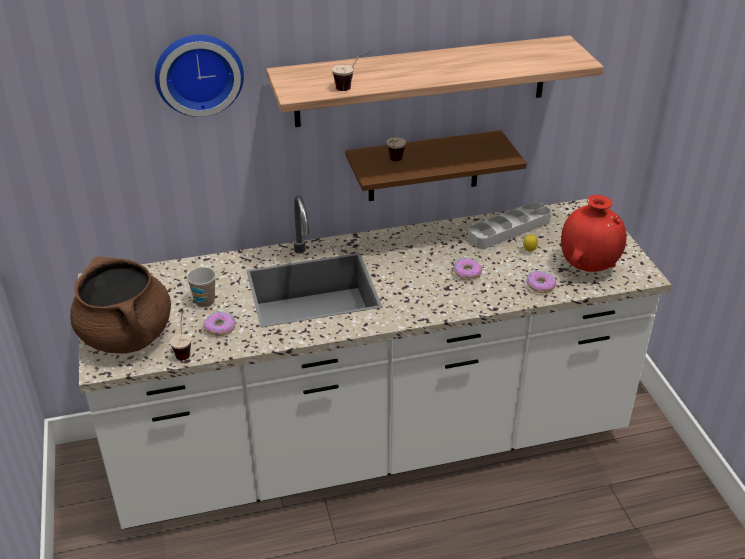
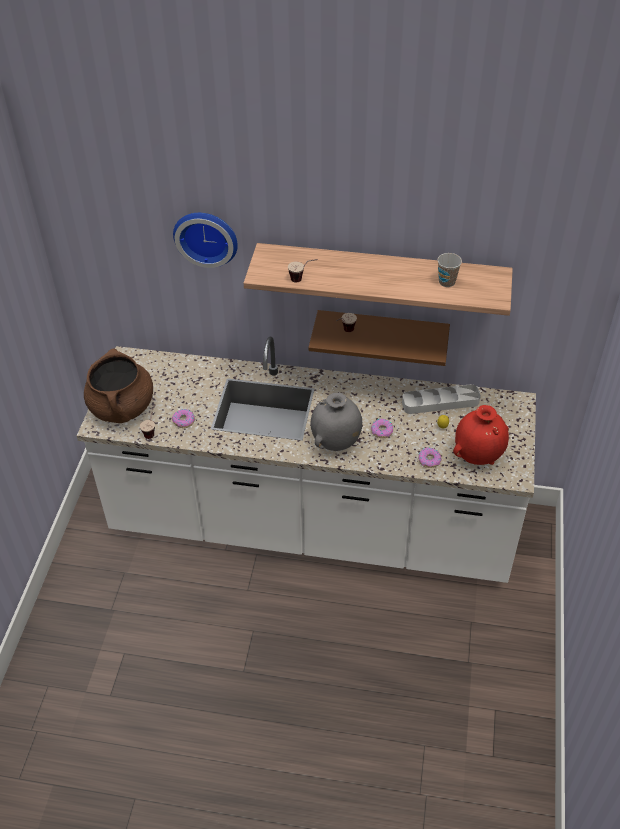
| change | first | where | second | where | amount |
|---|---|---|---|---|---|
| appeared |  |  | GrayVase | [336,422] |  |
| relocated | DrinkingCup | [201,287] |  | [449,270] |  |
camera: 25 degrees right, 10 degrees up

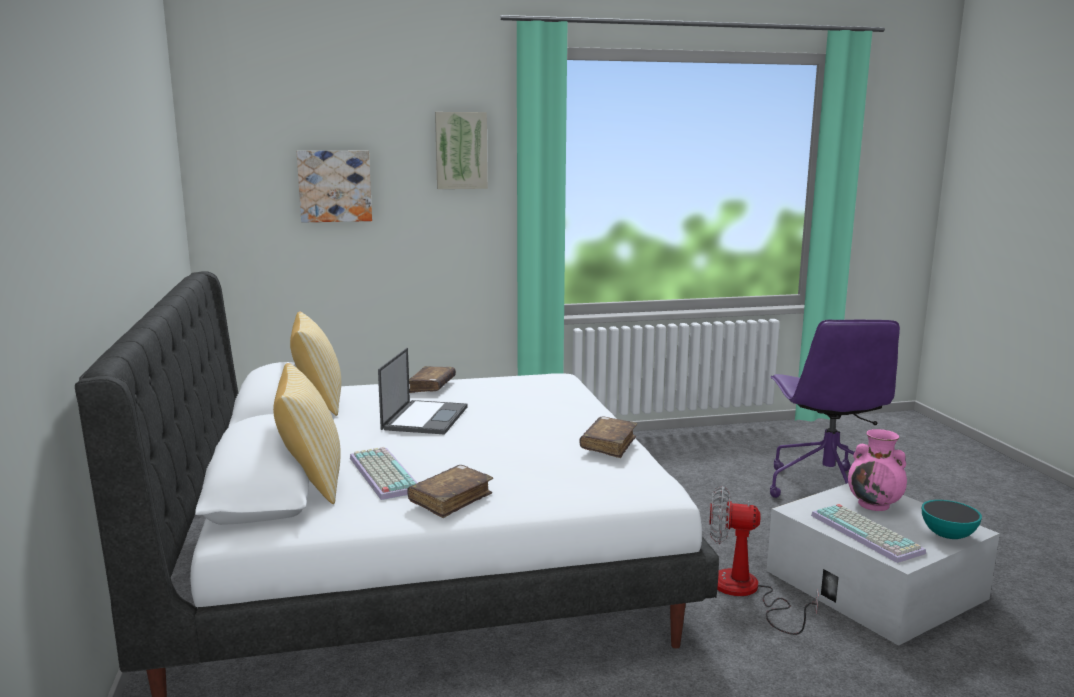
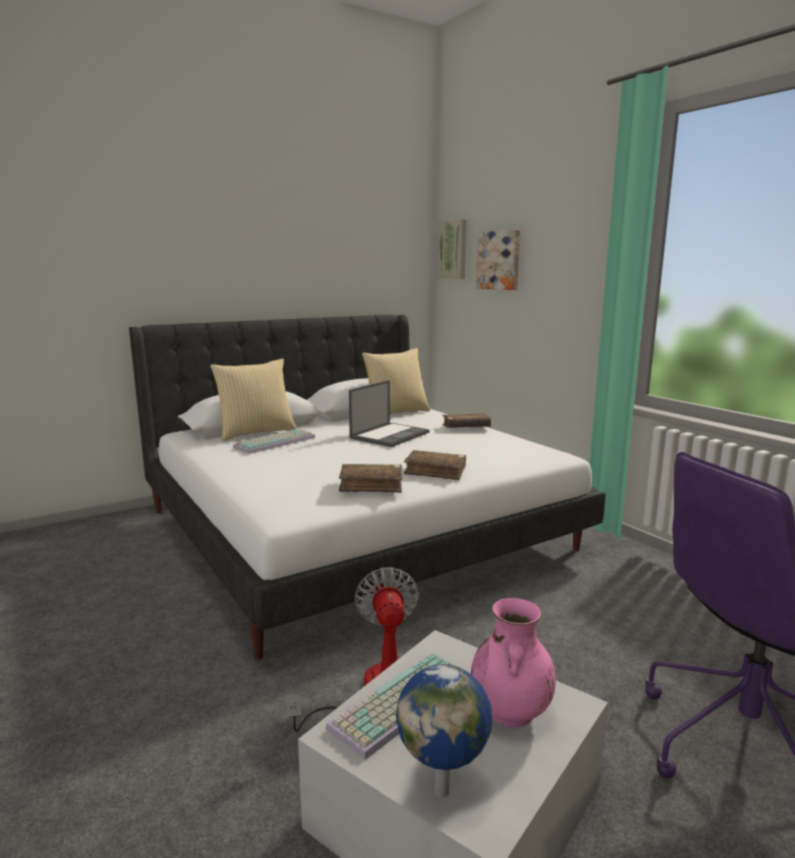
| change | first | where | second | where | amount |
|---|---|---|---|---|---|
| spun | PortableComputer | [422,391] |  | [389,413] | 45 degrees counterclockwise |
| exchanged | Bowl | [952,519] | WorldGlobe | [444,731] |  |
| relocated | BrownishBoundBook | [450,491] |  | [435,465] |  |
| relocated | WallArt | [461,150] |  | [452,249] |  |
camera: 70 degrees right, 0 degrees up

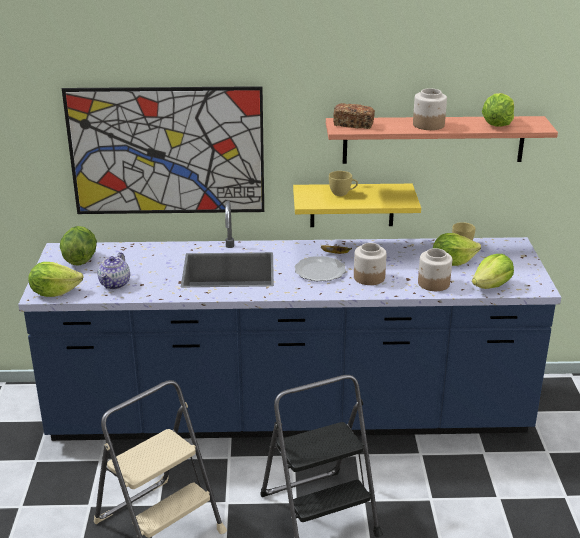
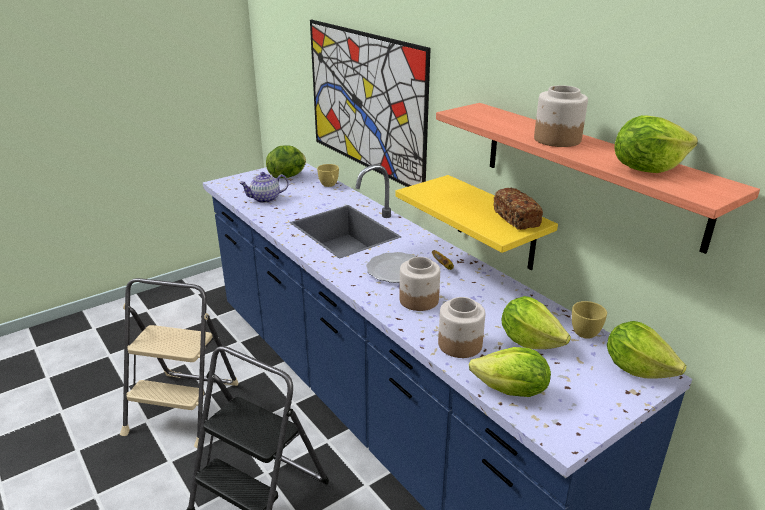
| change | first | where | second | where | amount |
|---|---|---|---|---|---|
| relocated | YellowishDrinkingCup | [343,183] |  | [328,175] |  |
| relocated | BakeryBread | [354,116] |  | [518,209] |  |
| relocated | Lettuce | [55,279] |  | [647,350] |  |
camera: 55 degrees right, 0 degrees up

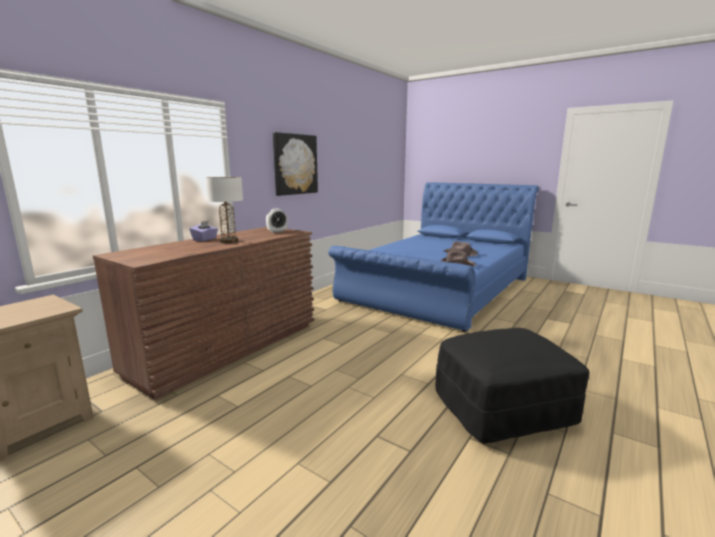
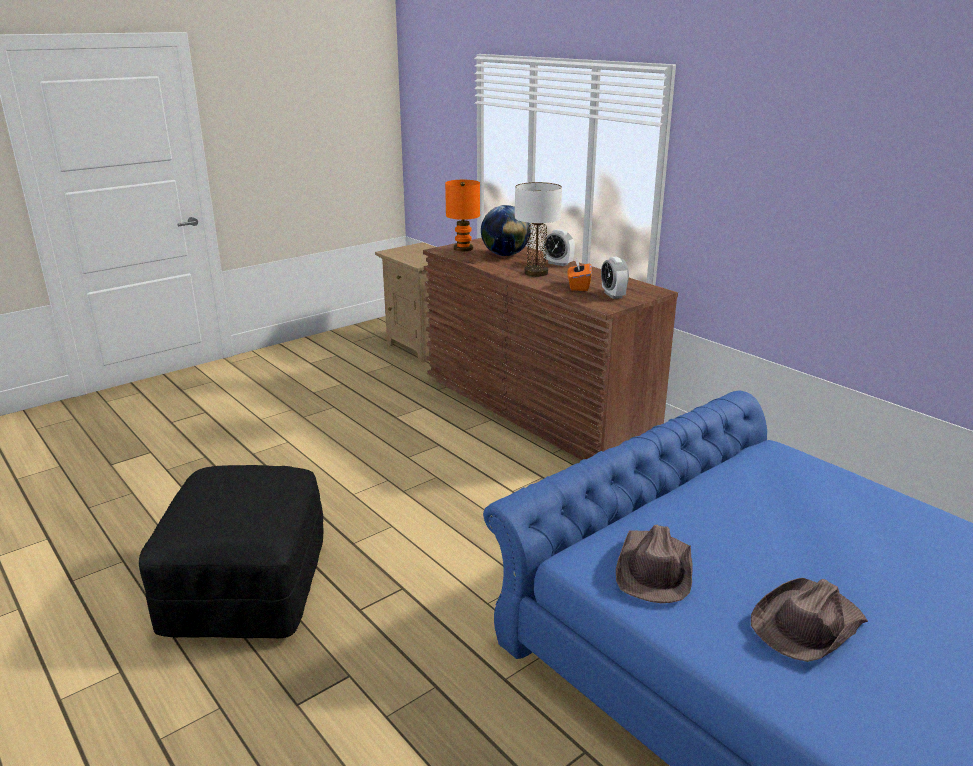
| change | first | where | second | where | amount |
|---|---|---|---|---|---|
| appeared |  |  | OrangeColouredTableLamp | [462,215] |  |
| appeared |  |  | WorldGlobe | [506,230] |  |
| exchanged | PurpleBoxOfTissues | [203,231] | BedsideClock | [559,247] |  |
| appeared |  |  | OrangeColouredBoxOfTissues | [580,274] |  |
| missing | WallArt | [295,164] |  |  |  |
camera: 105 degrees right, 10 degrees up

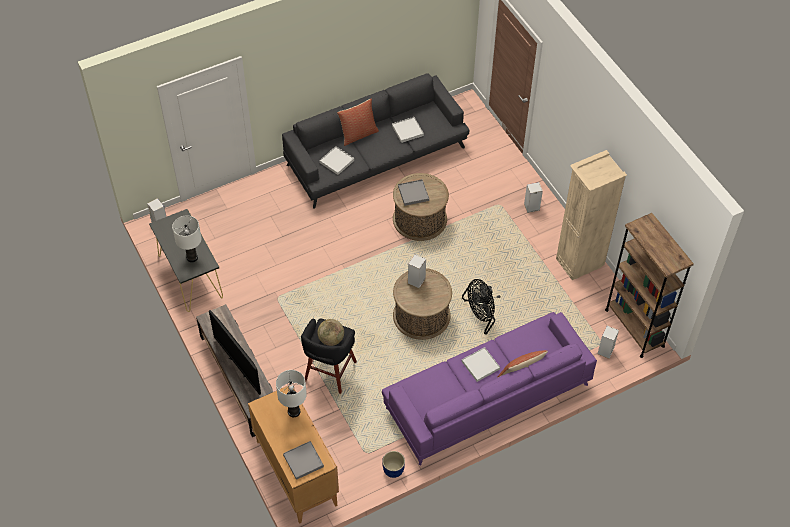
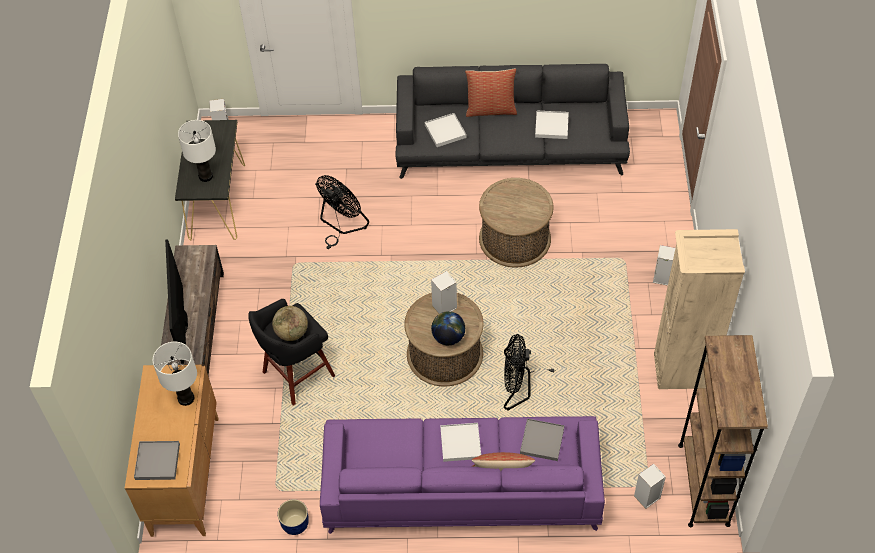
| change | first | where | second | where | amount |
|---|---|---|---|---|---|
| appeared |  |  | BlackFan | [342,212] |  |
| appeared |  |  | WorldGlobe | [448,328] |  |
| relocated | GrayCarryingTray | [413,192] |  | [542,440] |  |
camera: 30 degrees right, 0 degrees up

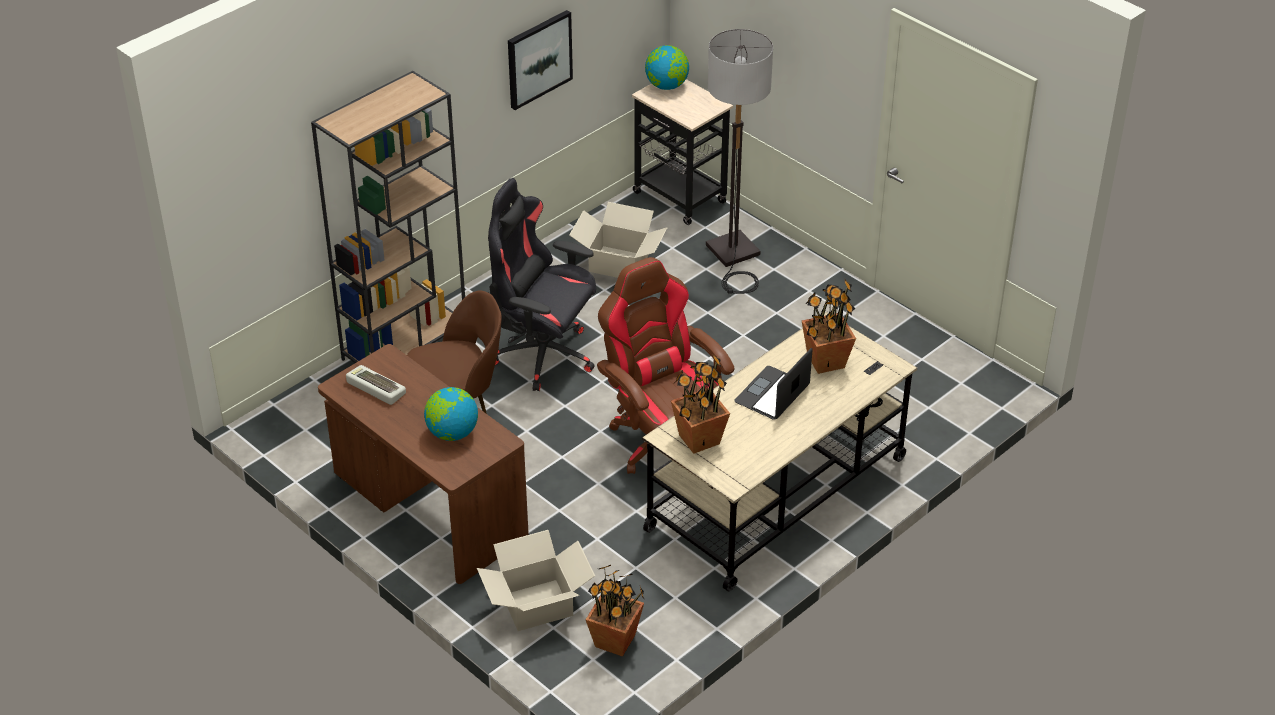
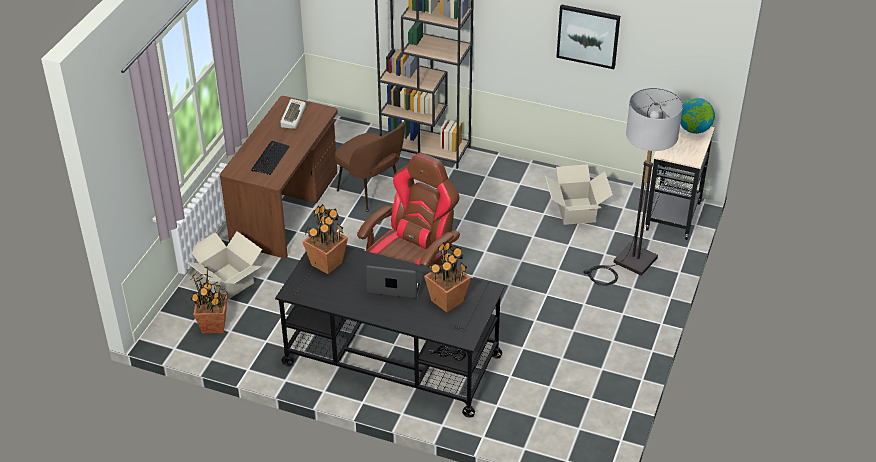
| change | first | where | second | where | amount |
|---|---|---|---|---|---|
| exchanged | WorldGlobe | [451,414] | ComputerKeyboard | [270,158] |  |
| colour | BeigeDeskTable | [779,451] | BlackDeskTable | [389,332] |  |
| missing | BlackOfficeChair | [542,284] |  |  |  |
camera: 65 degrees right, 0 degrees up

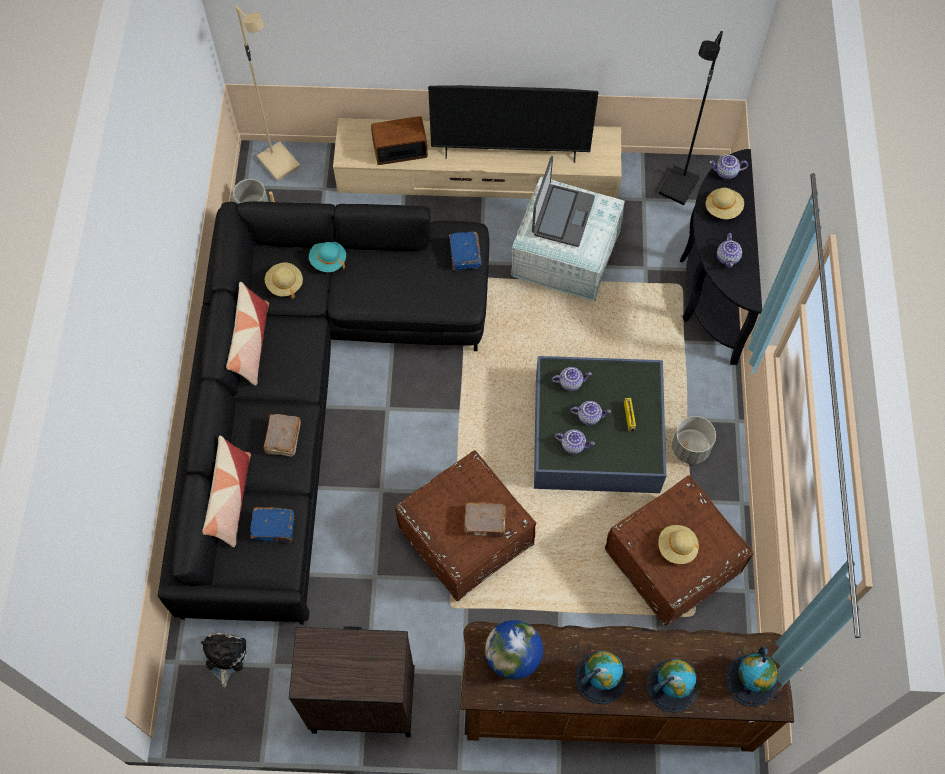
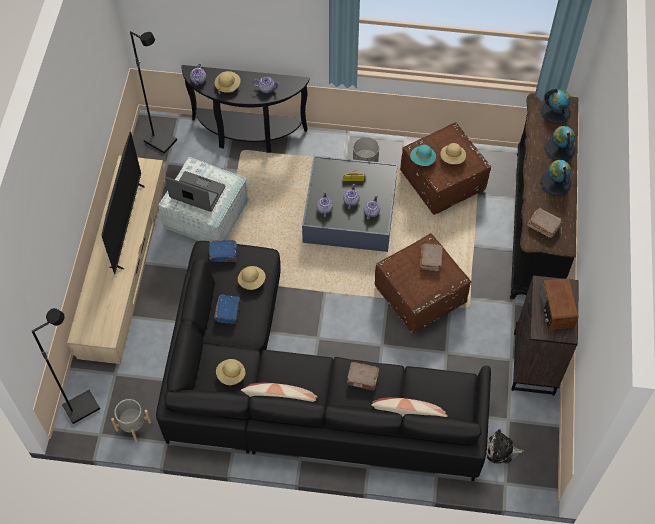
| change | first | where | second | where | amount |
|---|---|---|---|---|---|
| colour | BeigeStandardLamp | [268,93] | BlackStandardLamp | [65,366] |  |
| relocated | BlueColouredBoundBook | [272,525] |  | [227,309] |  |
| appeared |  |  | BeigeHat | [252,278] |  |
| relocated | BlueGreenHat | [327,257] |  | [423,155] |  |
| exchanged | WorldGlobe | [514,650] | BrownishBoundBook | [545,223] |  |
| relocated | RadioReceiver | [399,140] |  | [559,304] |  |
camera: 85 degrees left, 5 degrees down

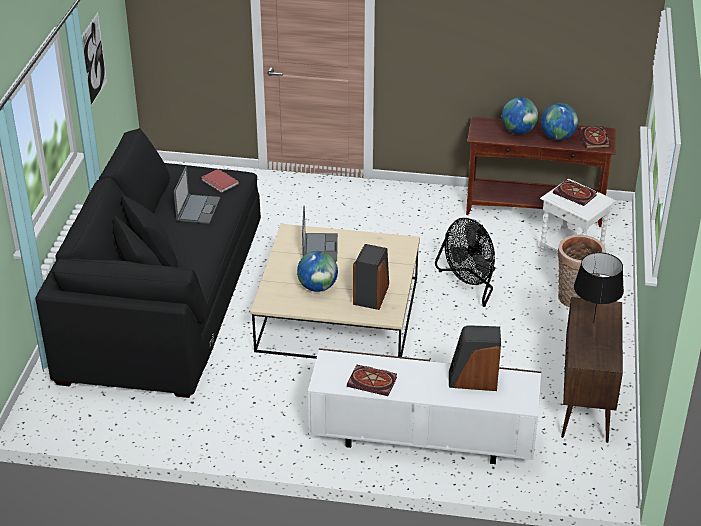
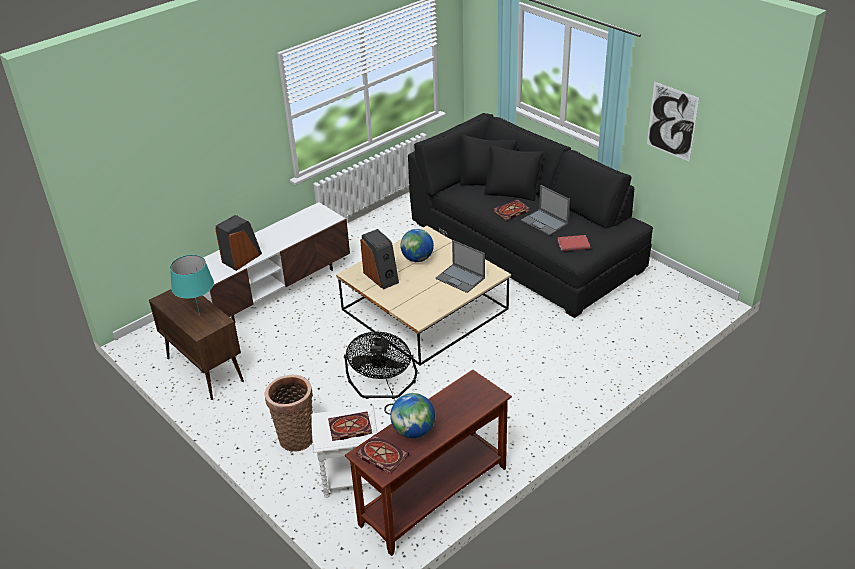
| change | first | where | second | where | amount |
|---|---|---|---|---|---|
| colour | BlackTableLamp | [599,287] | BlueGreenTableLamp | [192,285] |  |
| relocated | BoundBook | [372,380] |  | [511,210] |  |
| missing | WorldGlobe | [520,115] |  |  |  |
camera: 130 degrees right, 0 degrees up

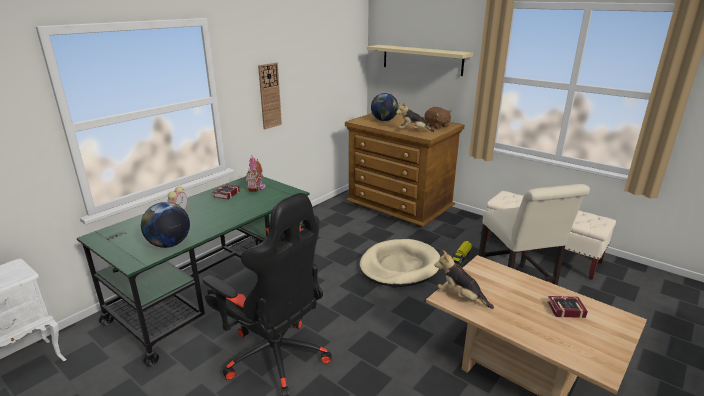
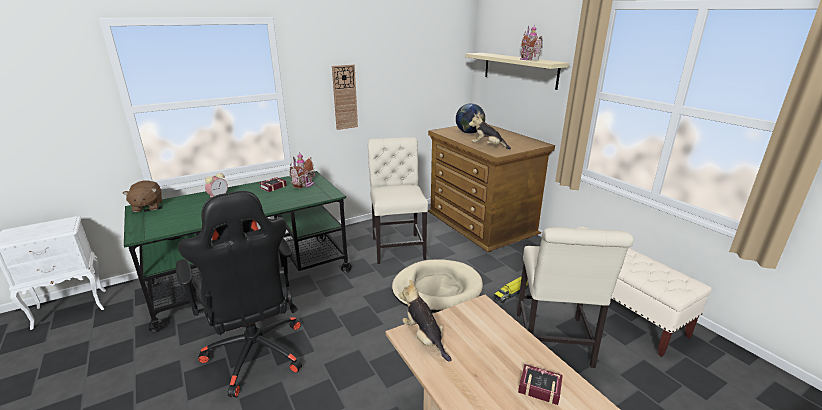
| change | first | where | second | where | amount |
|---|---|---|---|---|---|
| relocated | BrownishCuddlyToy | [437,118] |  | [142,196] |  |
| appeared |  |  | BeigeUprightChair | [398,200] |  |
| appeared |  |  | ModelHouse | [531,42] |  |
| missing | WorldGlobe | [165,225] |  |  |  |
camera: 20 degrees right, 0 degrees up

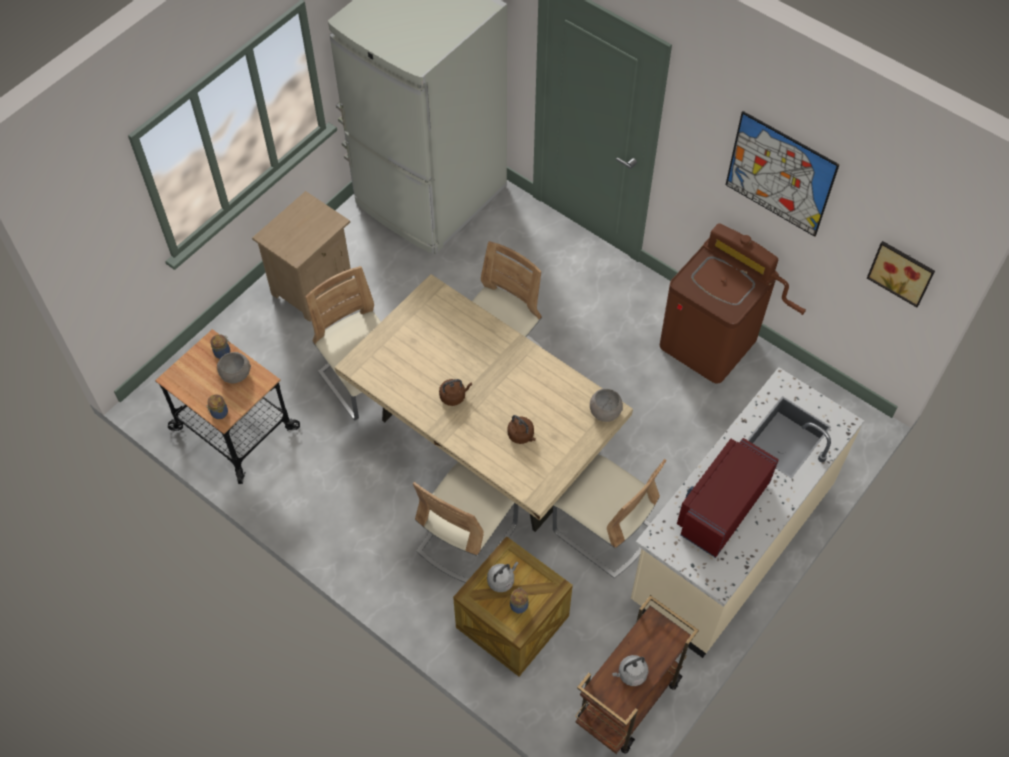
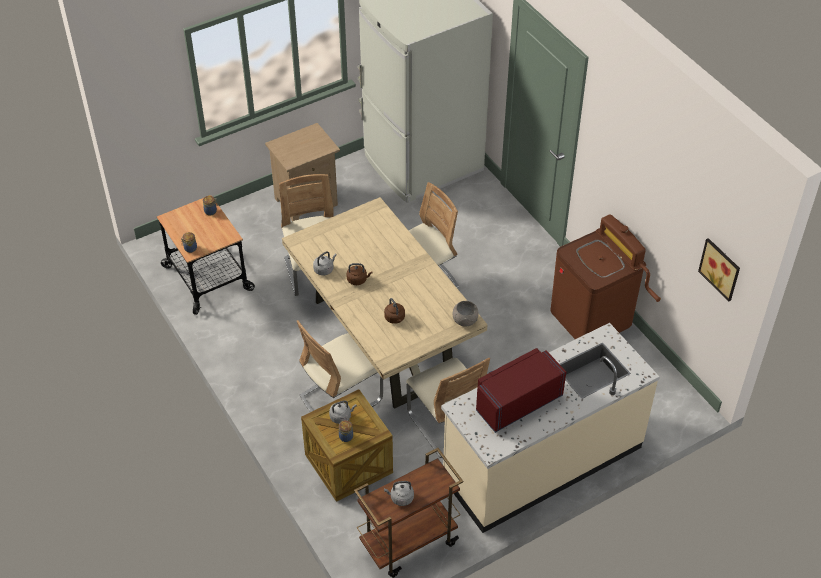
| change | first | where | second | where | amount |
|---|---|---|---|---|---|
| appeared |  |  | GrayKettle | [325,263] |  |
| missing | GrayBowl | [234,367] |  |  |  |
| missing | WallArt | [783,174] |  |  |  |
camera: 20 degrees right, 10 degrees down

